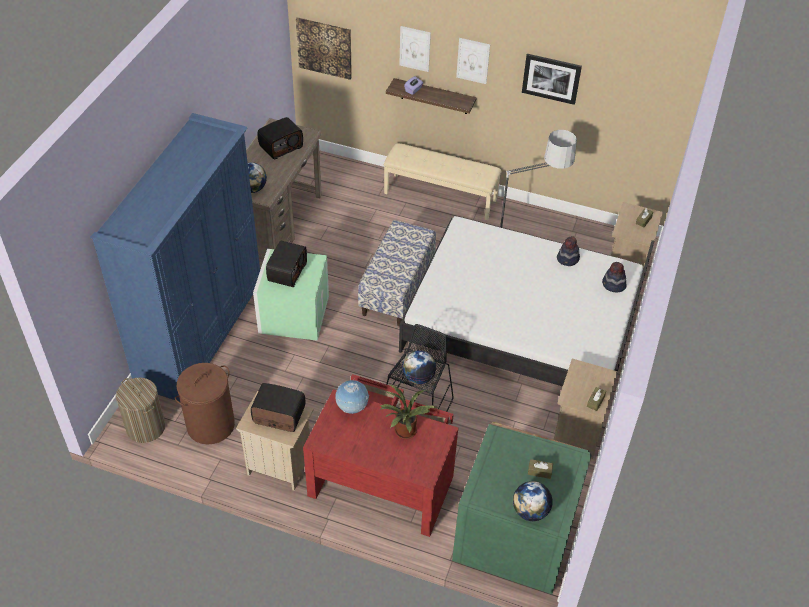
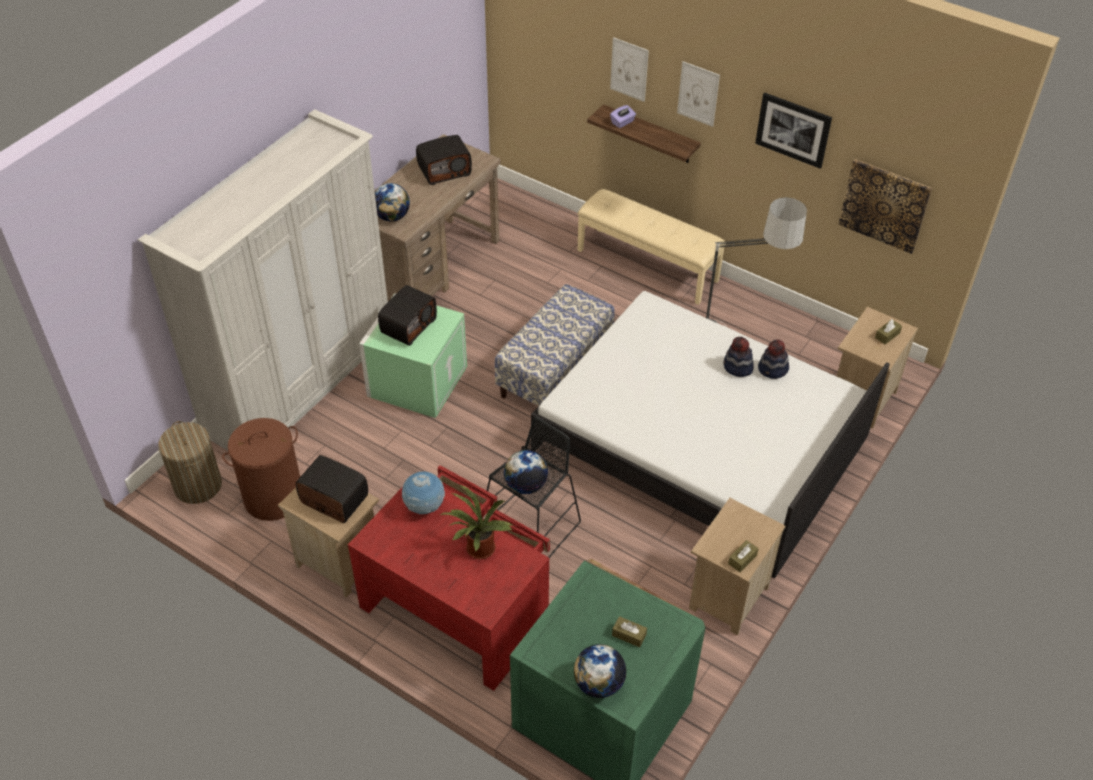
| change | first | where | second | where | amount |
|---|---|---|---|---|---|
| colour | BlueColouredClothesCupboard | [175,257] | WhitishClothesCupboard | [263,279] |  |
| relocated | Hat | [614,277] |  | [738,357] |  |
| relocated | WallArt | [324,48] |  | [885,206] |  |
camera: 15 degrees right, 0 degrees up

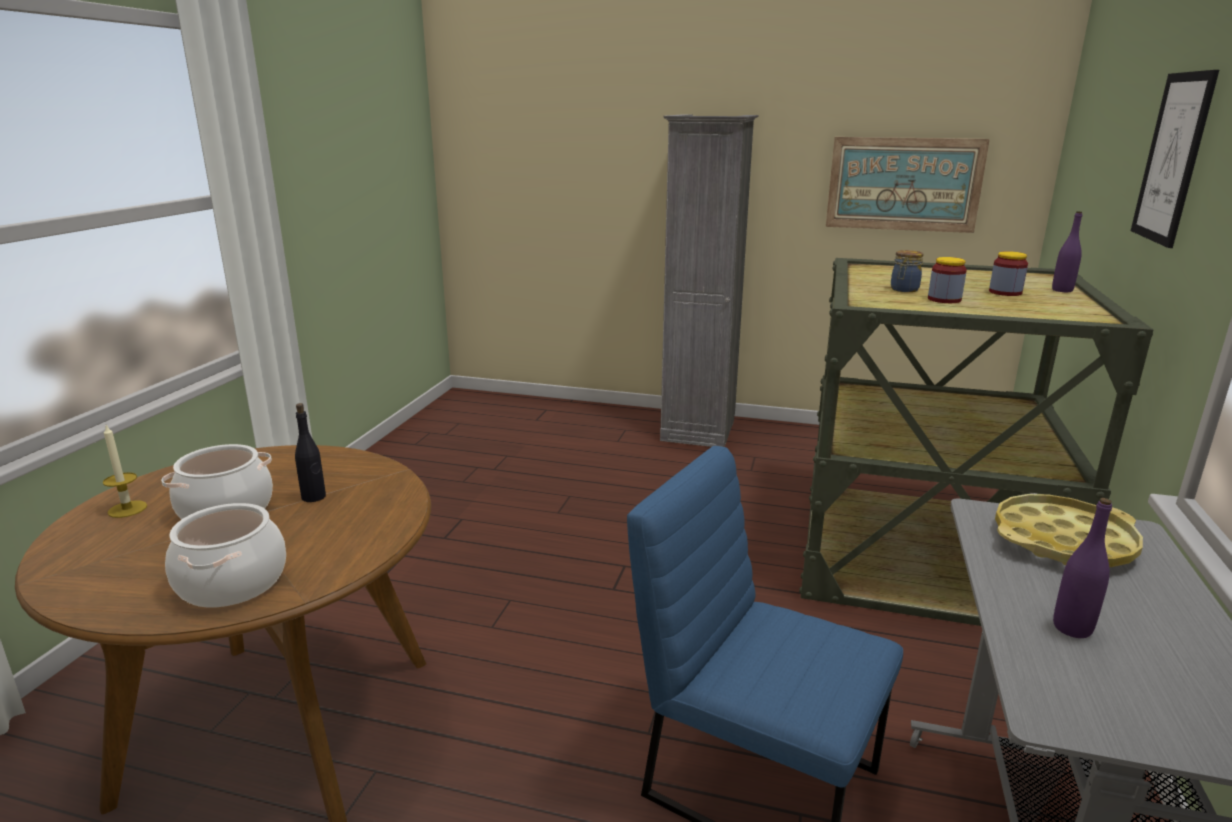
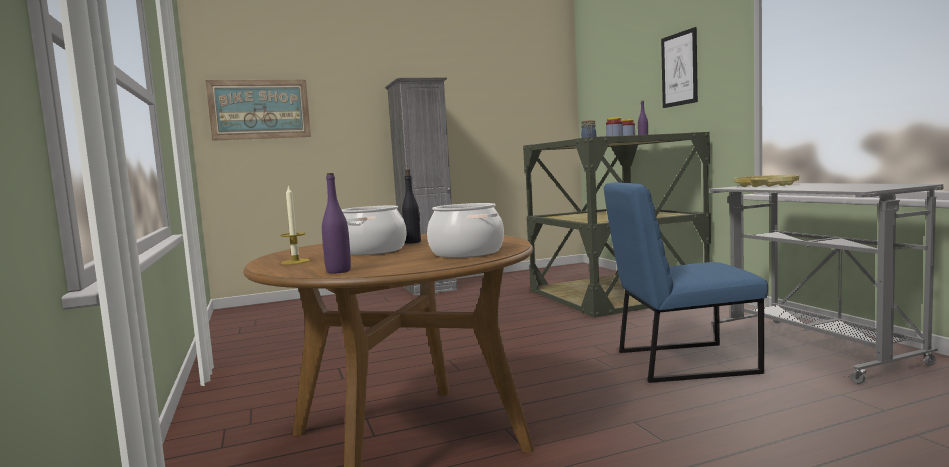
| change | first | where | second | where | amount |
|---|---|---|---|---|---|
| relocated | WallArt | [908,185] |  | [258,110] |  |
| relocated | PurpleBeverageBottle | [1082,568] |  | [336,223] |  |
camera: 35 degrees left, 15 degrees down

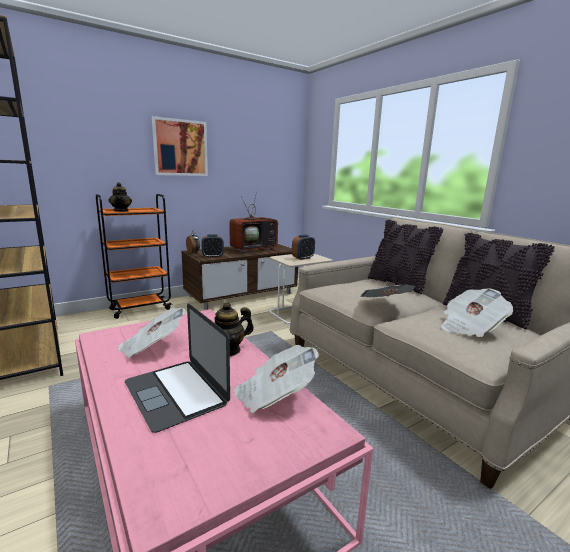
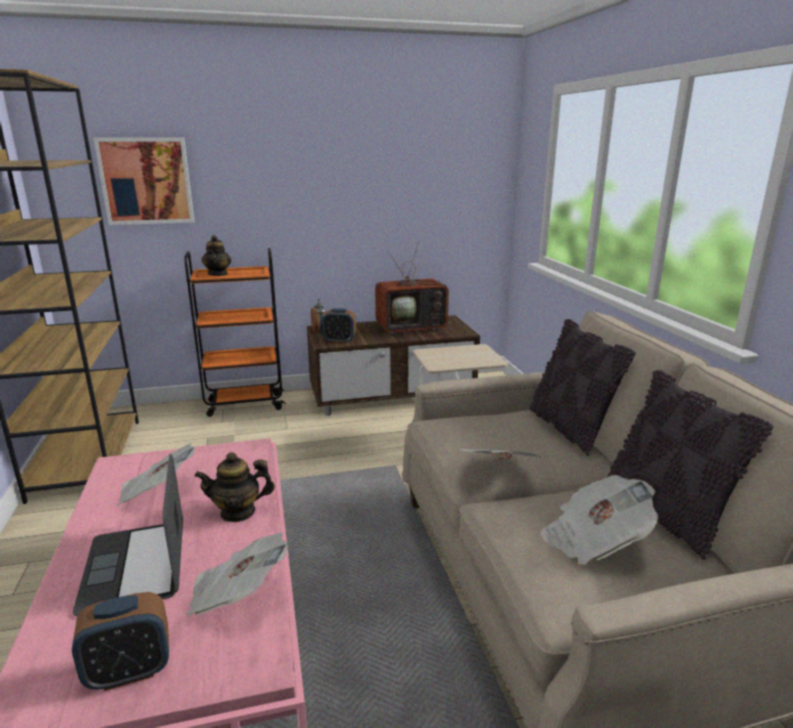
| change | first | where | second | where | amount |
|---|---|---|---|---|---|
| relocated | BedsideClock | [303,247] |  | [120,641] |  |
| relocated | WallArt | [180,146] |  | [143,181] |  |
camera: 20 degrees right, 5 degrees up

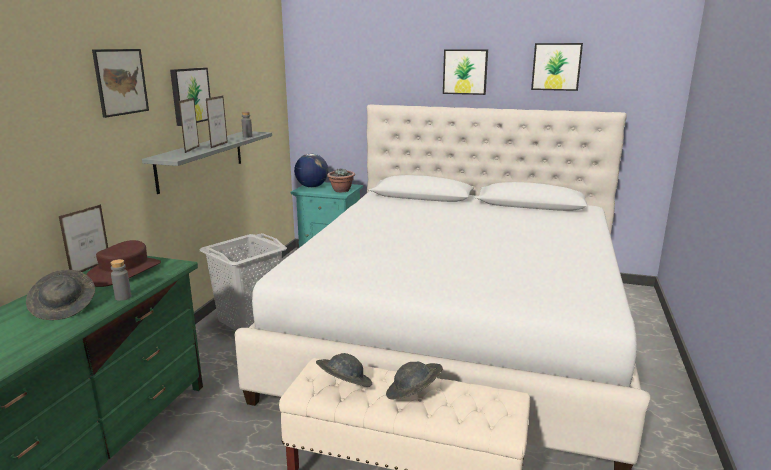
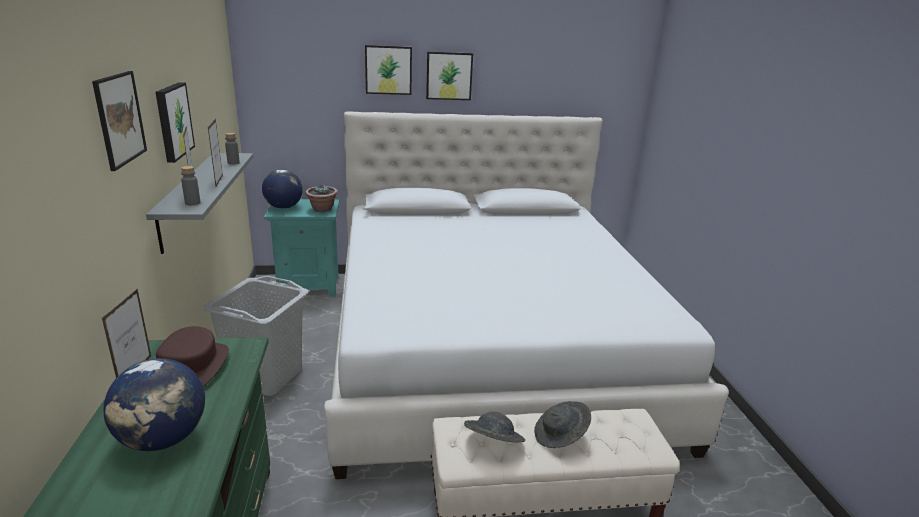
| change | first | where | second | where | amount |
|---|---|---|---|---|---|
| exchanged | GrayHat | [60,295] | WorldGlobe | [154,404] |  |
| relocated | GrayBeverageBottle | [121,280] |  | [190,185] |  |
| relocated | WallArt | [557,67] |  | [388,70] |  |
camera: 25 degrees left, 5 degrees up

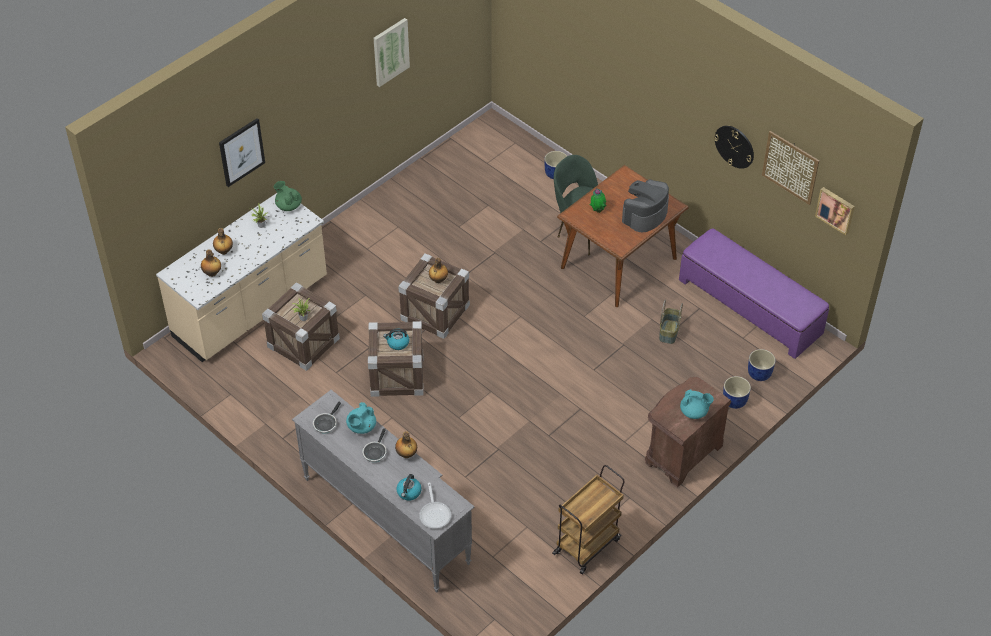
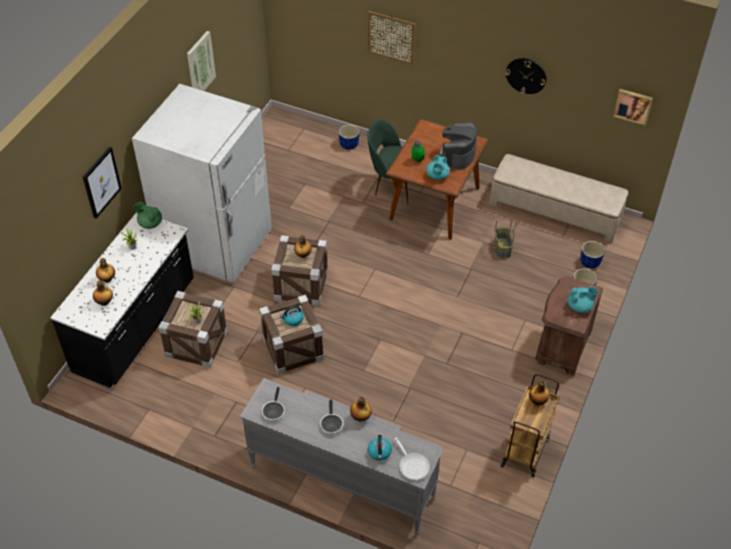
| change | first | where | second | where | amount |
|---|---|---|---|---|---|
| colour | BeigeKitchenCounter | [241,277] | BlackKitchenCounter | [122,300] |  |
| appeared |  |  | WhitishFridge | [202,183] |  |
| relocated | WallArt | [790,168] |  | [392,38] |  |
| relocated | BlueGreenTeapot | [361,418] |  | [438,167] |  |
| colour | PurpleLongSeat | [754,294] | BeigeLongSeat | [558,198] |  |
| appeared |  |  | BeverageBottle | [539,393] |  |
camera: 20 degrees left, 0 degrees up

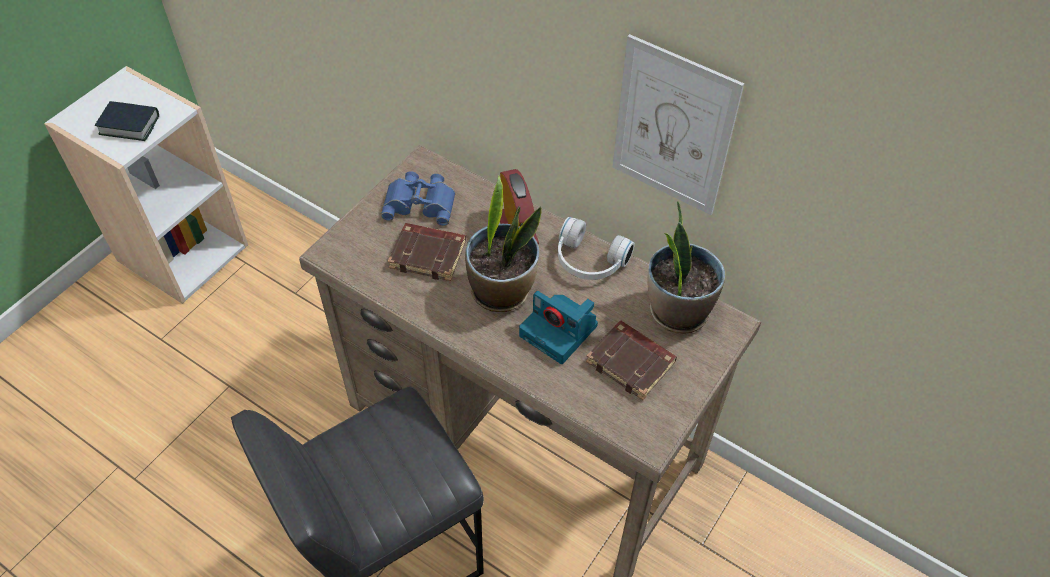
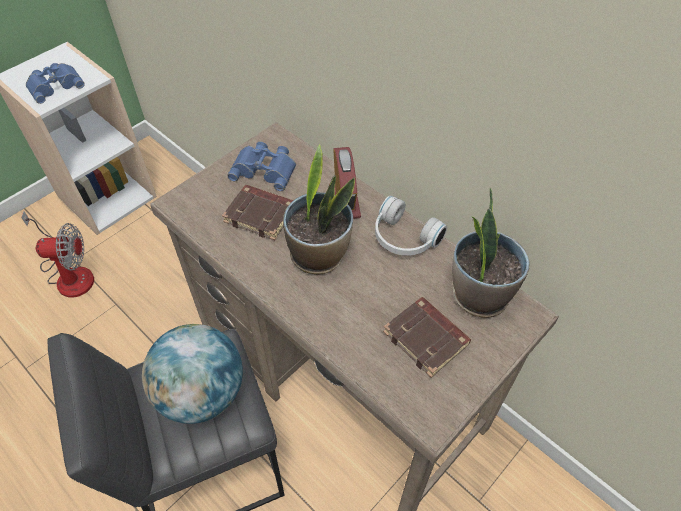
| change | first | where | second | where | amount |
|---|---|---|---|---|---|
| appeared |  |  | Fan | [57,254] |  |
| exchanged | BoundBook | [127,121] | BlueColouredBinoculars | [55,83] |  |
| appeared |  |  | WorldGlobe | [192,374] |  |
| missing | StillCamera | [558,327] |  |  |  |
| missing | WallArt | [678,124] |  |  |  |
camera: 10 degrees right, 0 degrees up

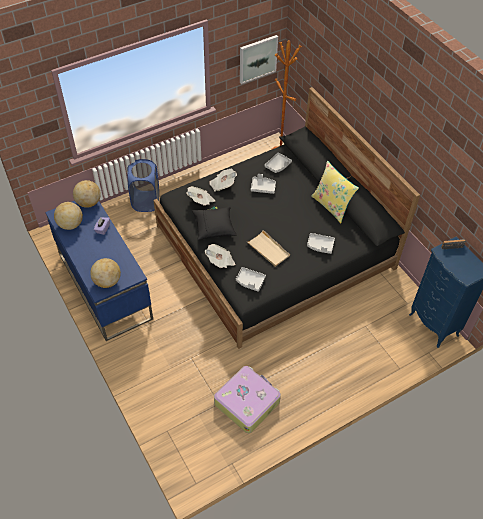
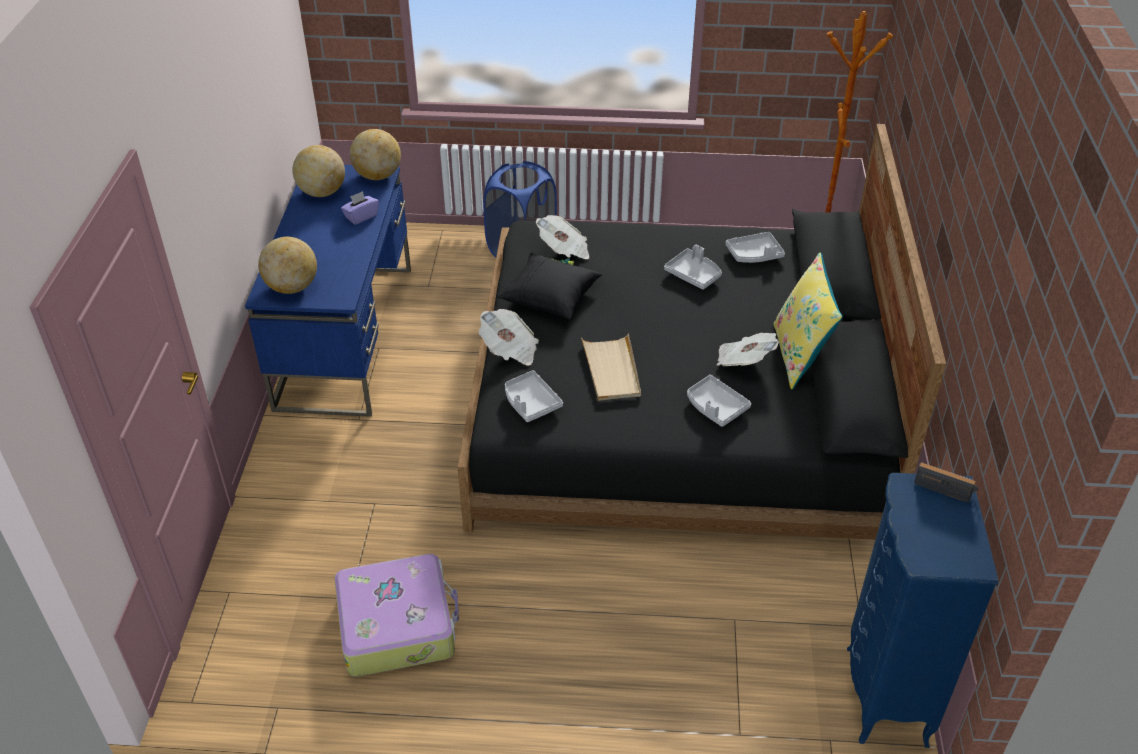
| change | first | where | second | where | amount |
|---|---|---|---|---|---|
| relocated | Newspaper | [223,180] |  | [748,349] |  |
| missing | WallArt | [259,59] |  |  |  |
camera: 35 degrees right, 10 degrees down

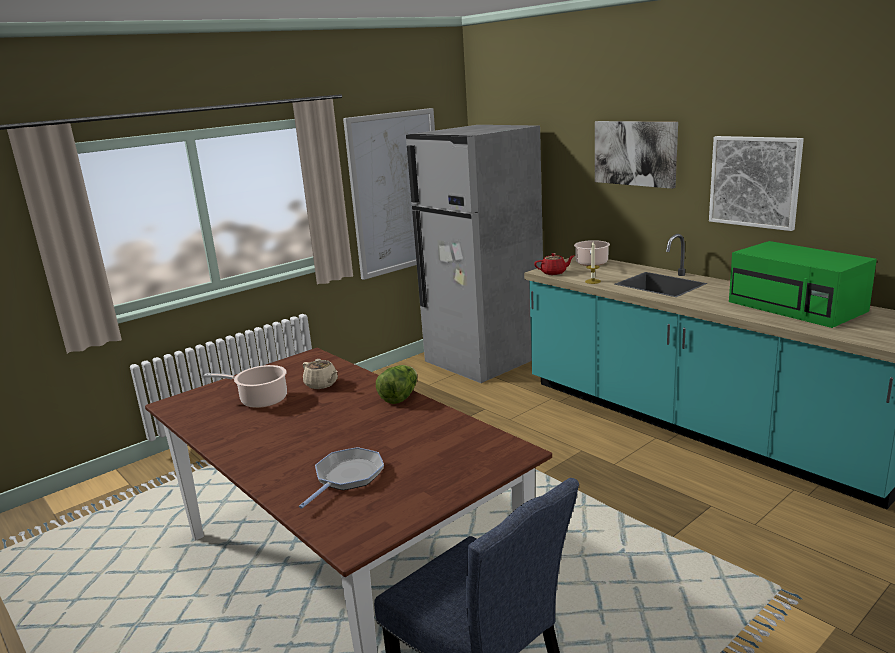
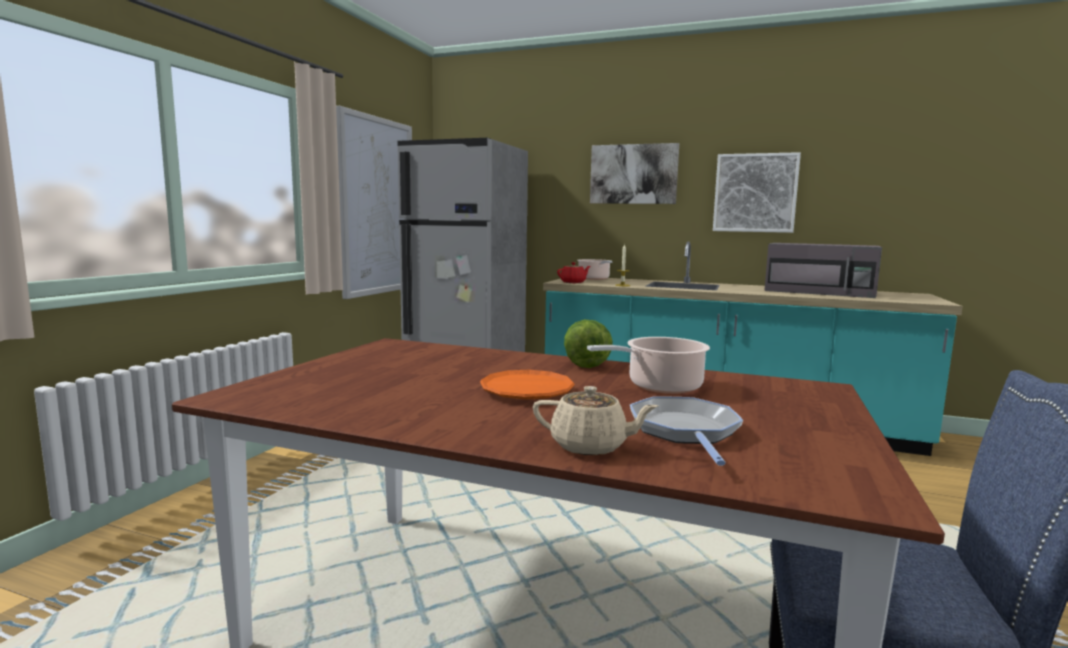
| change | first | where | second | where | amount |
|---|---|---|---|---|---|
| appeared |  |  | OrangeColouredFlatDish | [527,385] |  |
| relocated | BeigeTeapot | [320,374] |  | [595,420] |  |
| relocated | Saucepot | [245,386] |  | [648,365] |  |
| colour | GreenishMicrowaveOven | [803,284] | GrayMicrowaveOven | [823,270] |  |
camera: 30 degrees left, 10 degrees down

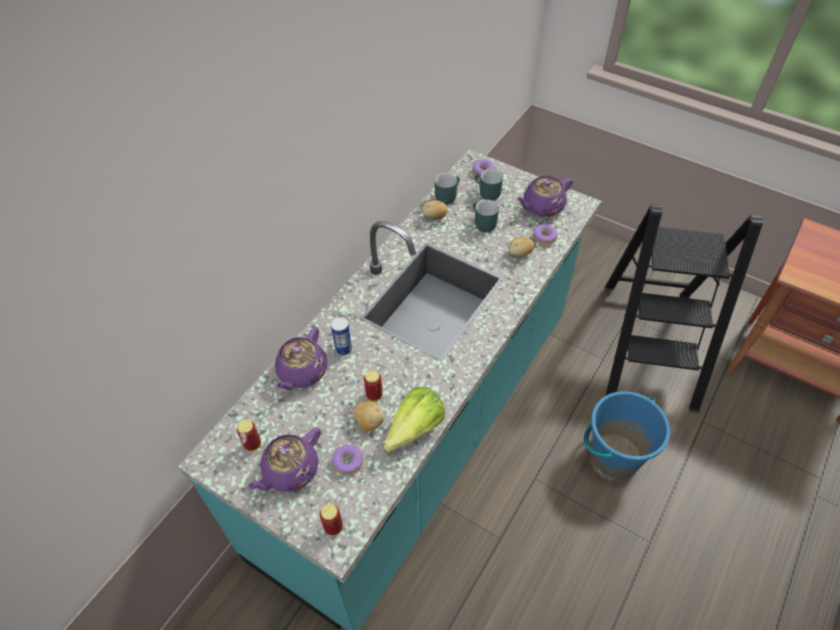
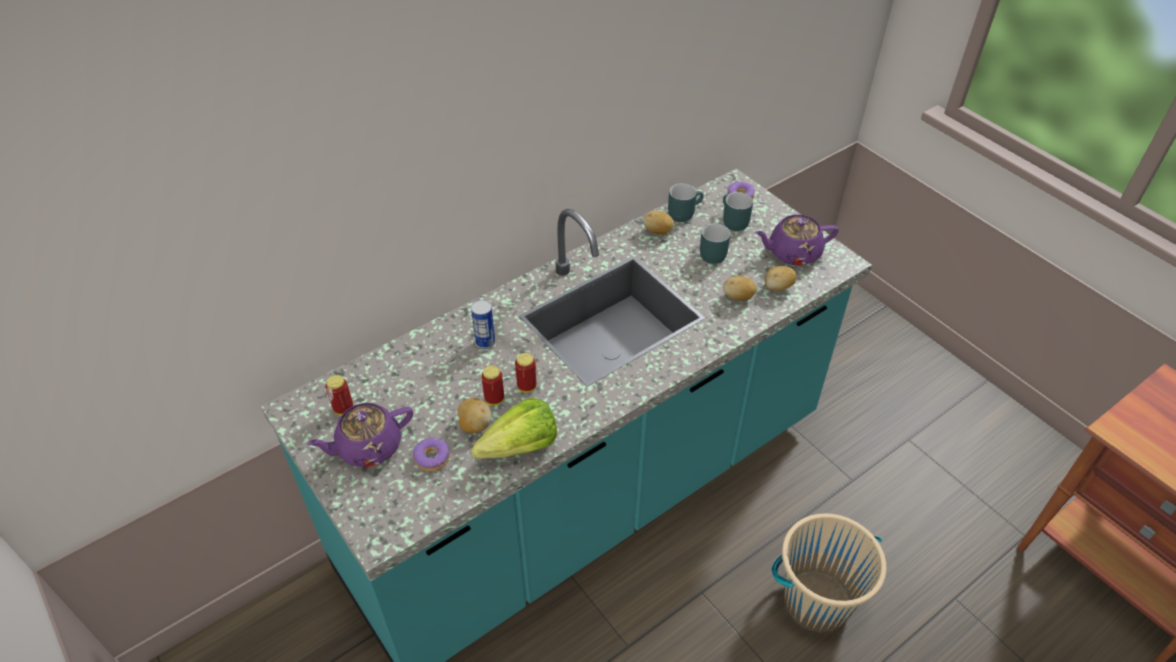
| change | first | where | second | where | amount |
|---|---|---|---|---|---|
| relocated | Can | [331,520] |  | [526,373] |  |
| exchanged | RingDoughnut | [545,234] | Potato | [780,278] |  |
| colour | BlueColouredWaterBucket | [627,435] | BeigeWaterBucket | [829,572] |  |
| missing | PurpleTeapot | [301,358] |  |  |  |
| missing | BlackStepLadder | [684,308] |  |  |  |
camera: 20 degrees right, 5 degrees down

